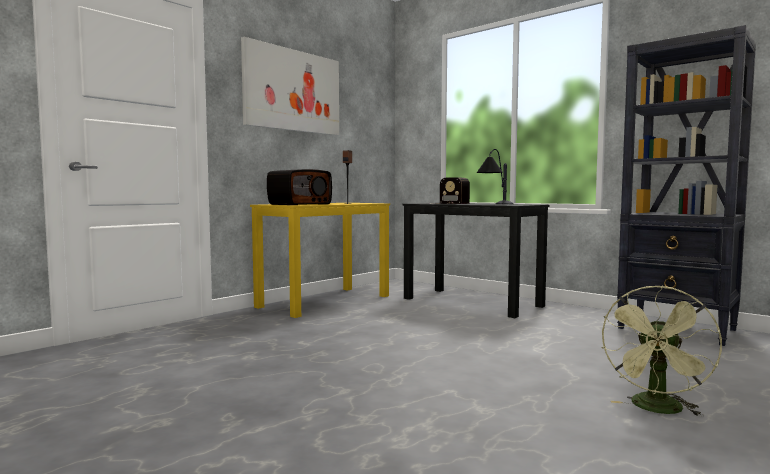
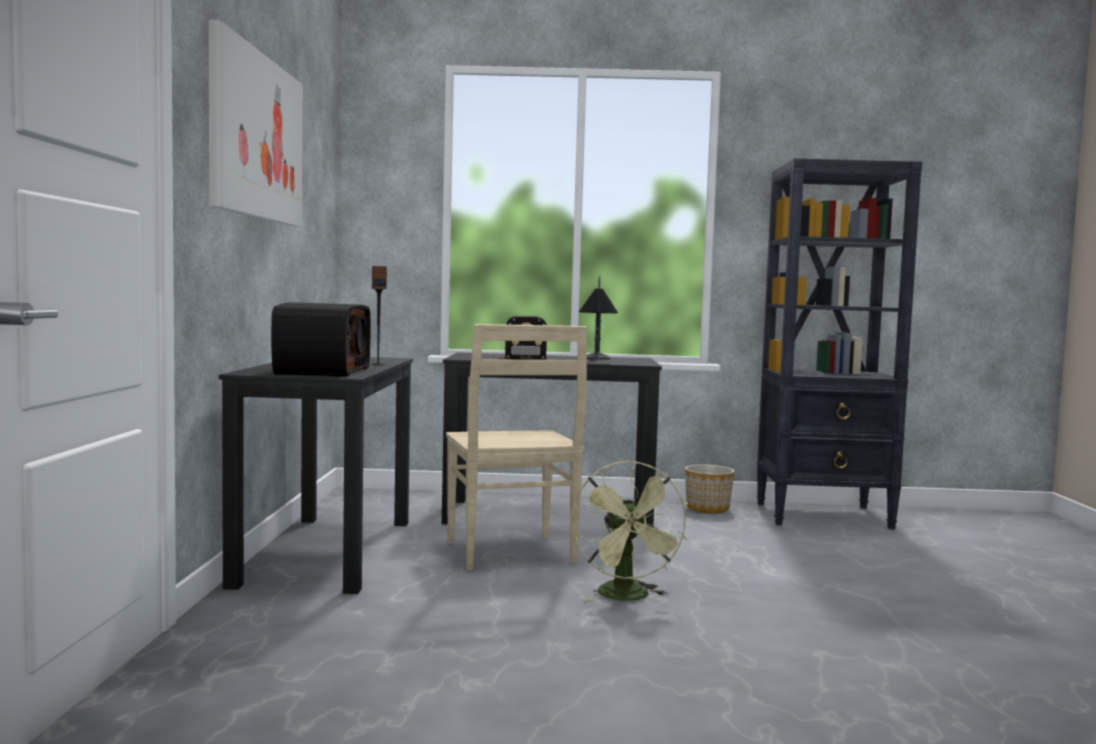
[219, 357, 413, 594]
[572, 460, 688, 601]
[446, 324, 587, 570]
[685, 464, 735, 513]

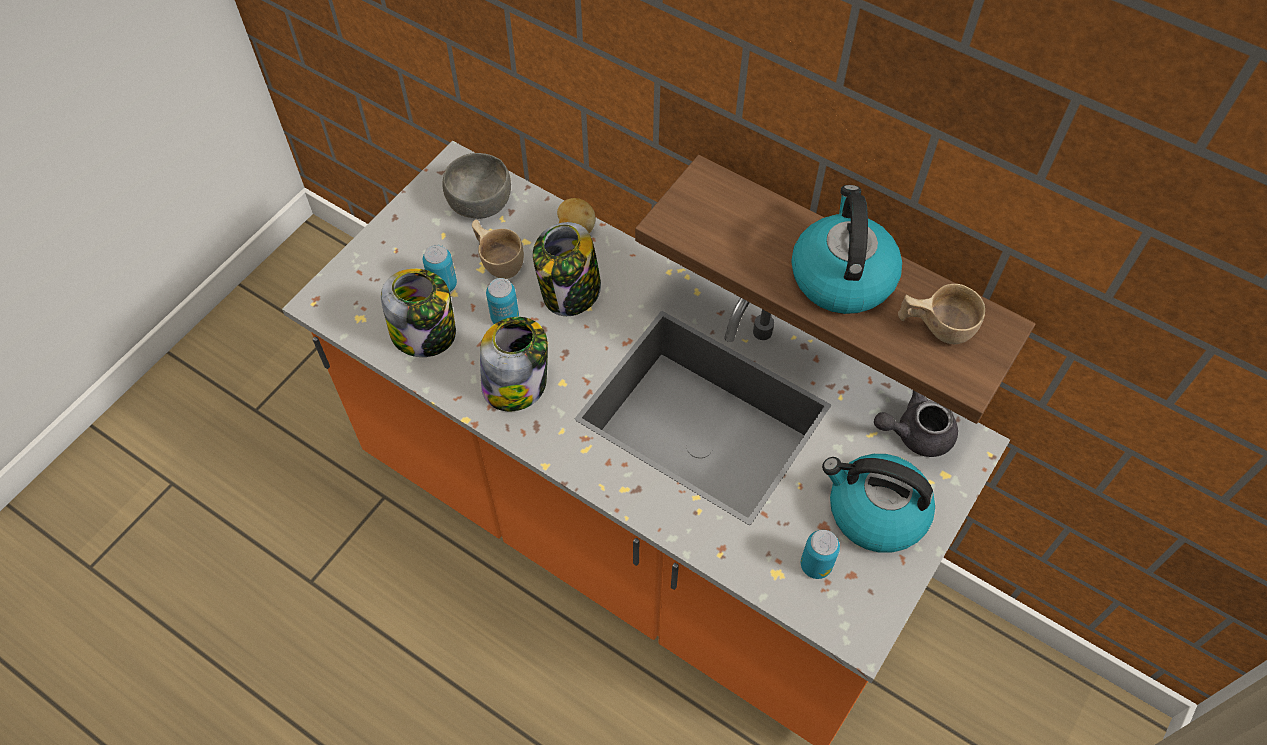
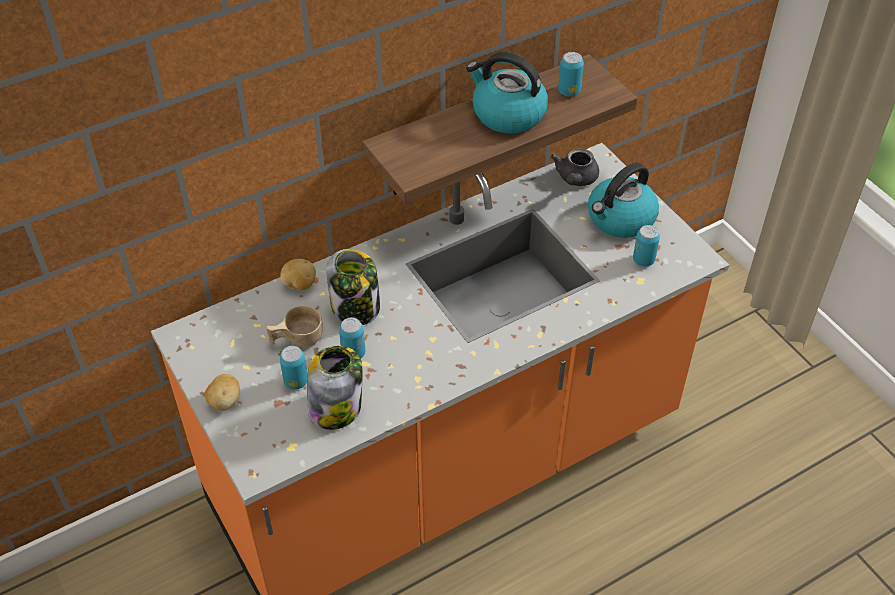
[442, 153, 511, 219] (first image)
[558, 52, 584, 97]
[480, 317, 548, 411] (first image)
[205, 374, 240, 411]

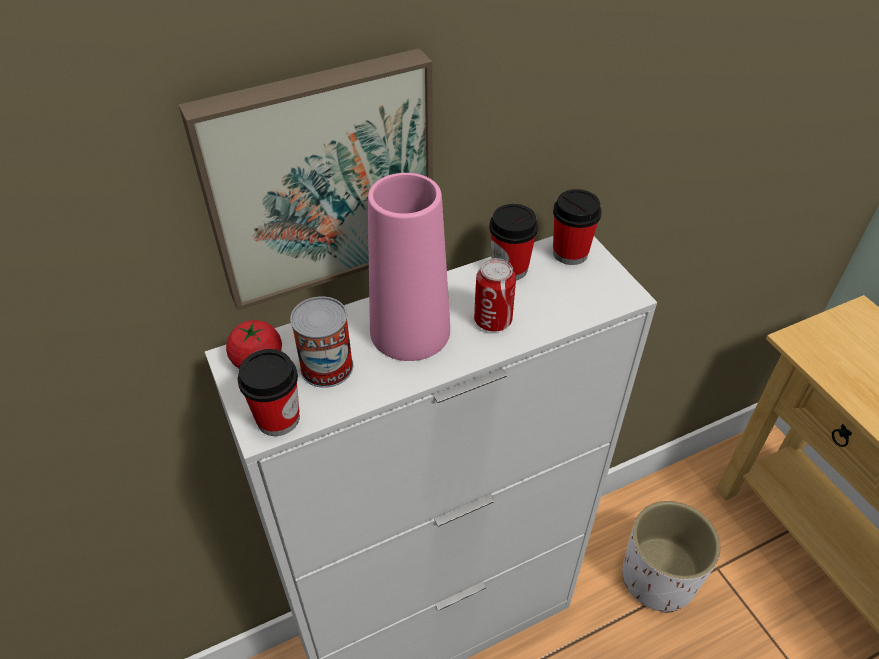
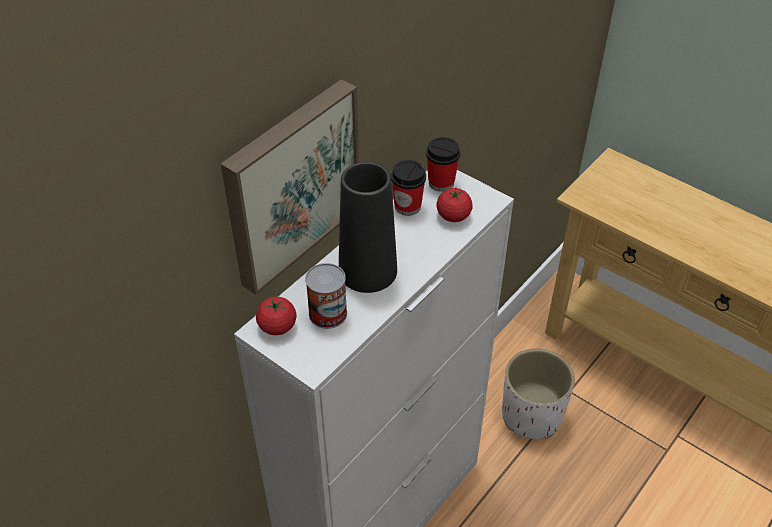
[339, 162, 397, 293]
[474, 258, 516, 332] (first image)
[238, 349, 300, 436] (first image)
[436, 188, 473, 222]

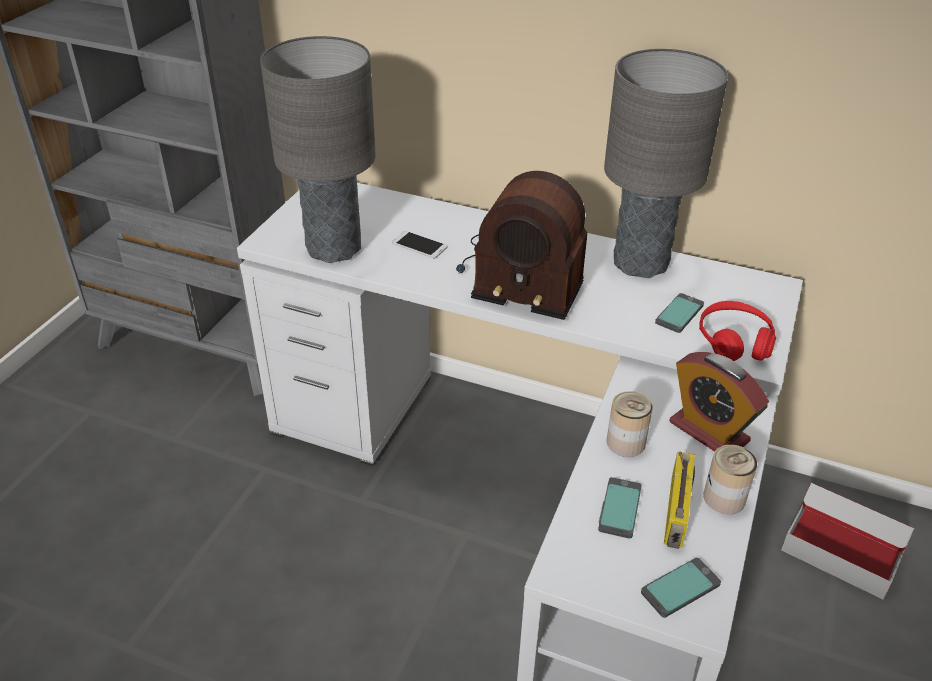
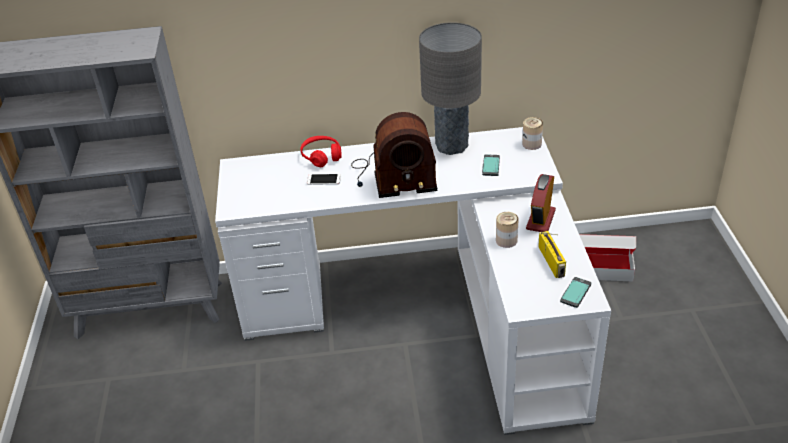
[260, 36, 376, 263] (first image)
[300, 136, 342, 167]
[526, 174, 556, 232]
[522, 117, 543, 150]
[598, 477, 642, 539] (first image)

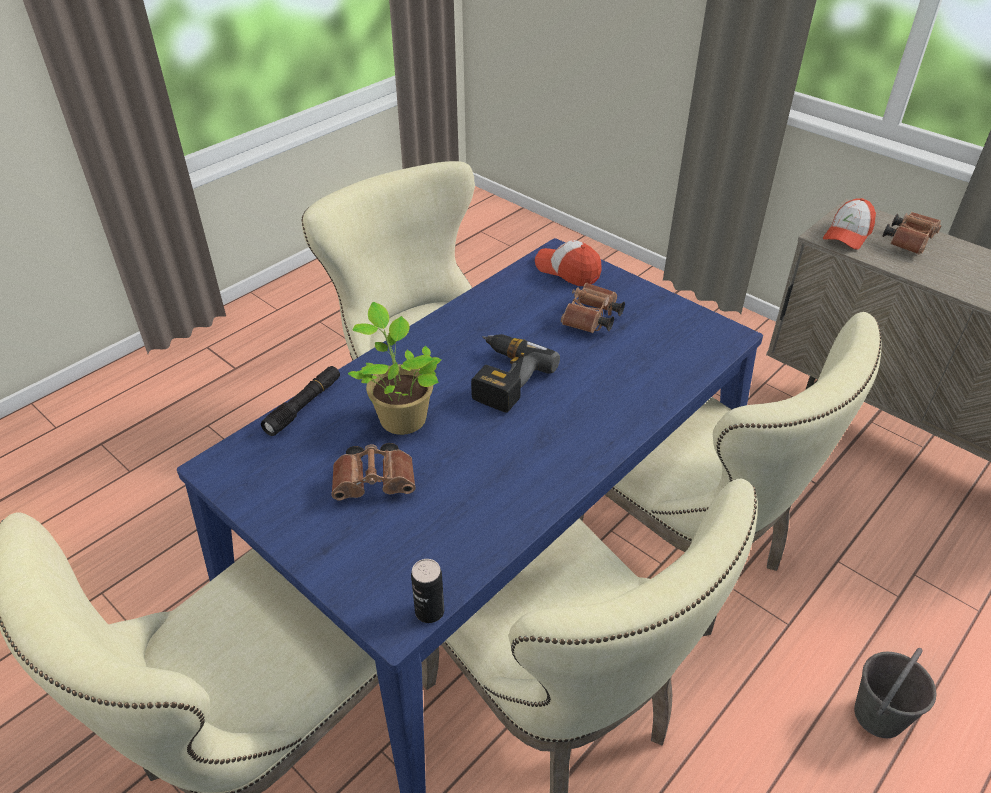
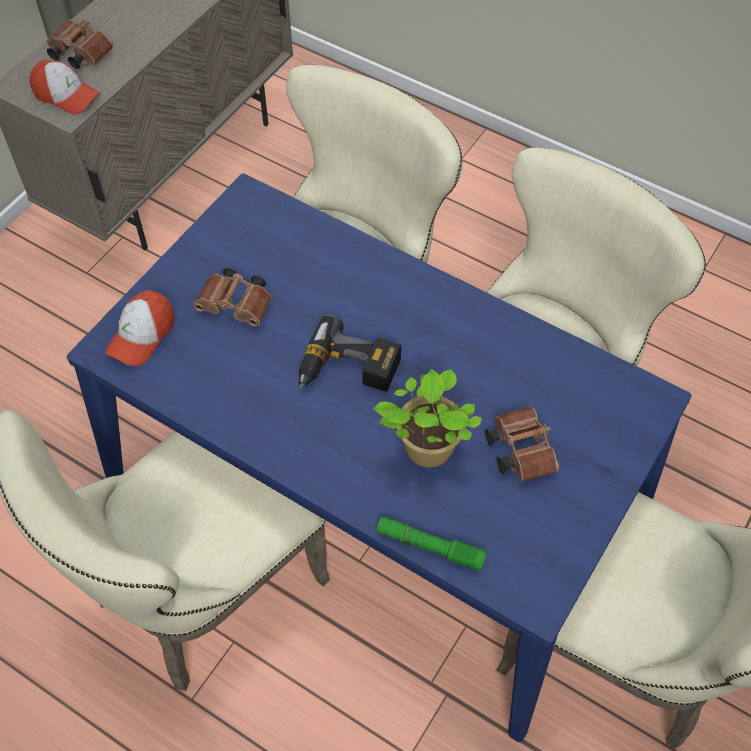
[377, 517, 487, 571]
[411, 559, 444, 623] (first image)
[854, 648, 937, 738] (first image)

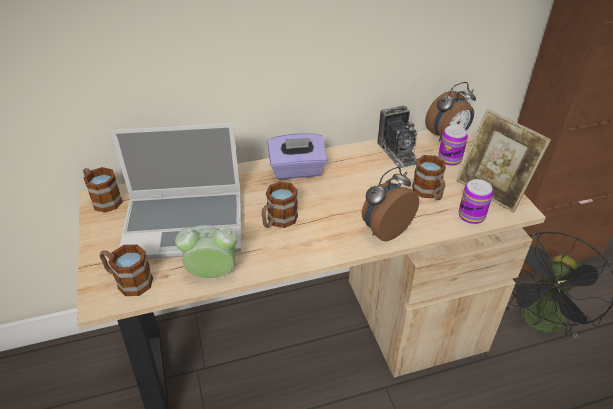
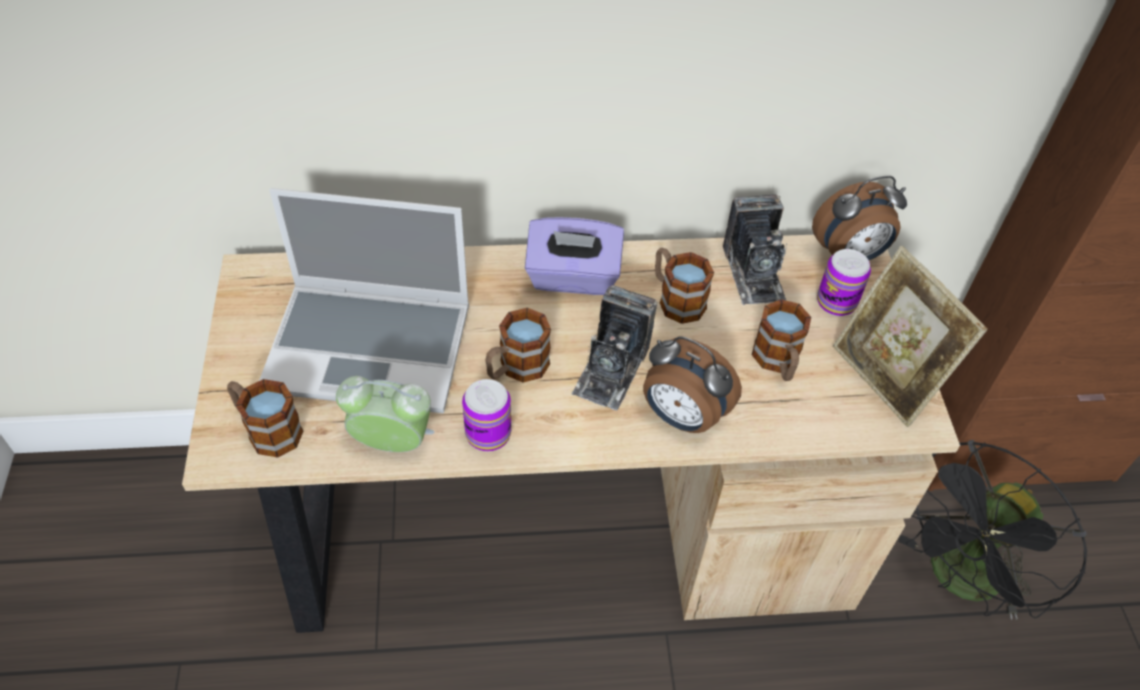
[655, 247, 714, 324]
[643, 336, 742, 433]
[462, 379, 511, 451]
[572, 285, 657, 410]

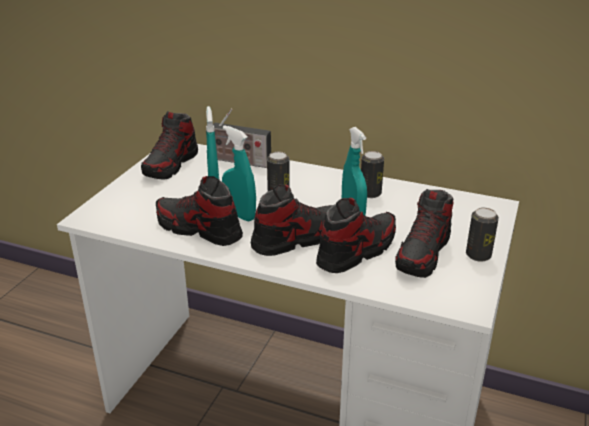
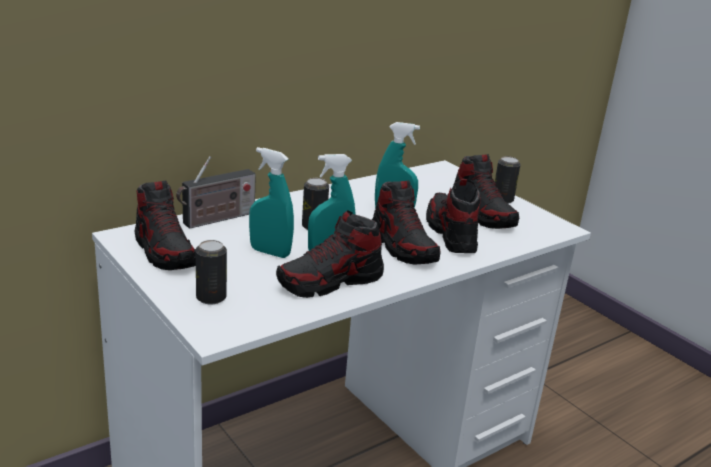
[196, 240, 227, 305]
[372, 180, 441, 264]

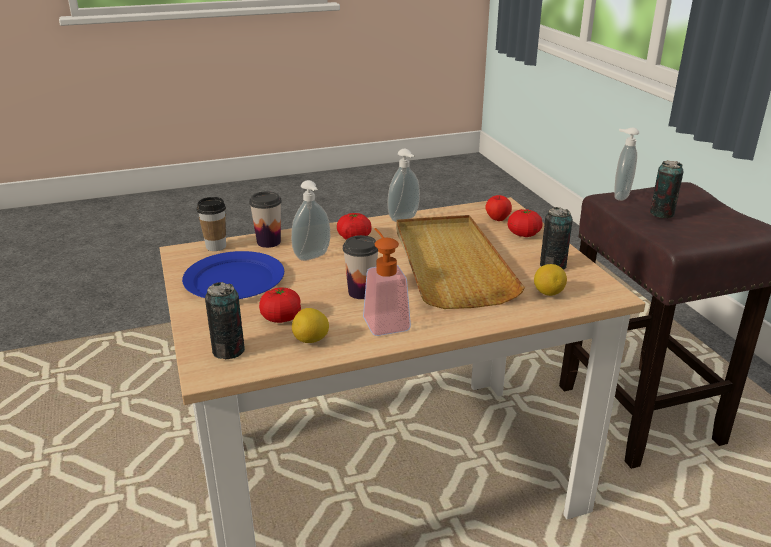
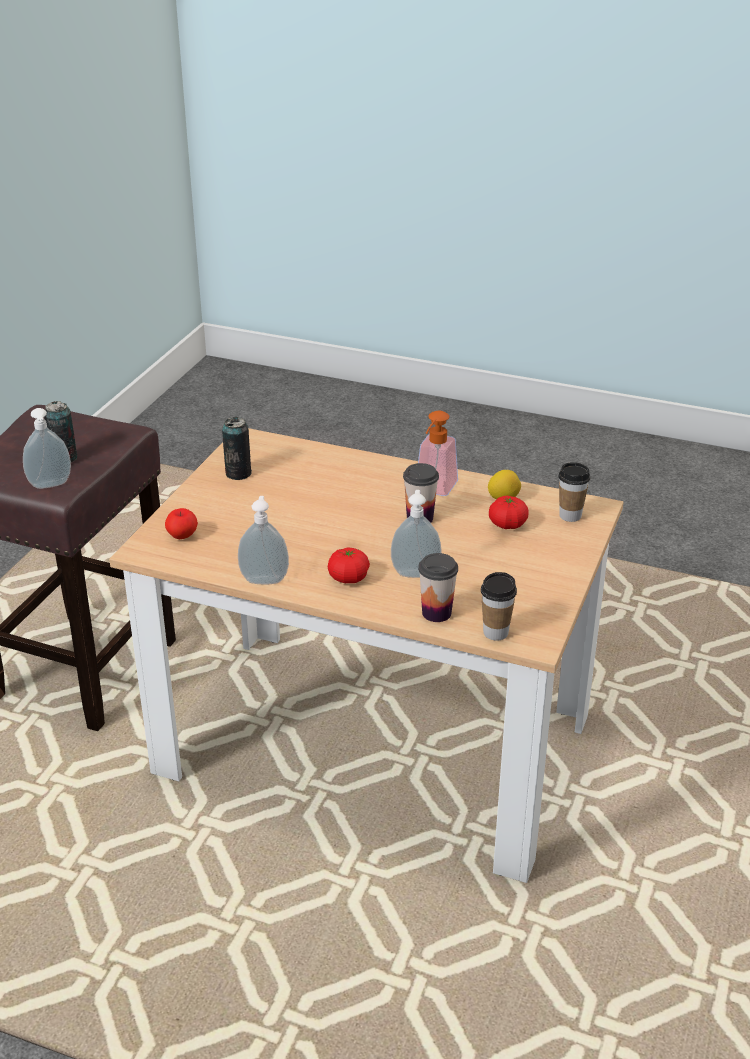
[508, 209, 543, 237] (first image)
[396, 215, 525, 309] (first image)
[182, 251, 284, 299] (first image)
[534, 264, 567, 296] (first image)
[558, 462, 590, 522]

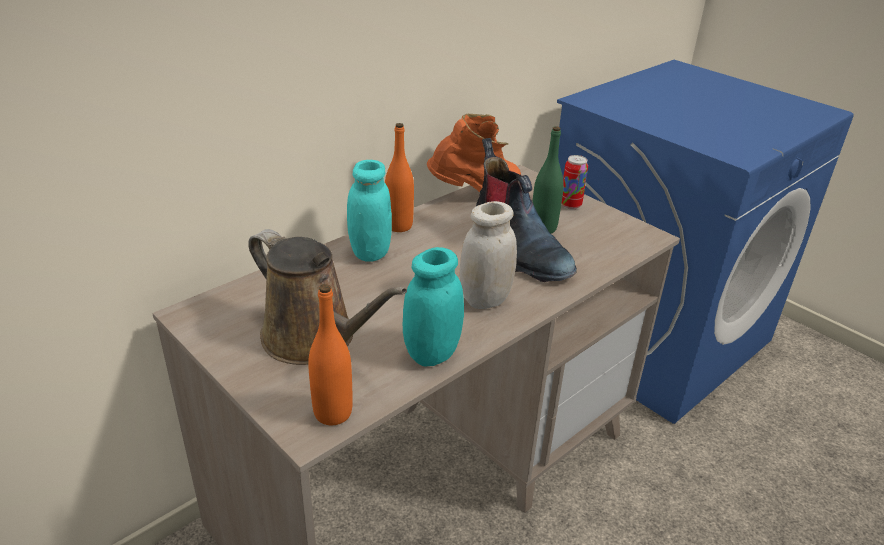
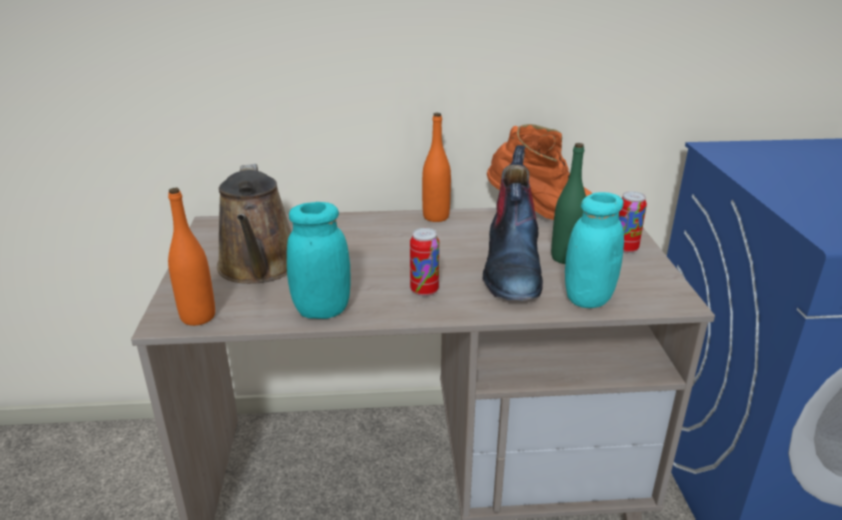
[565, 192, 624, 308]
[410, 228, 439, 297]

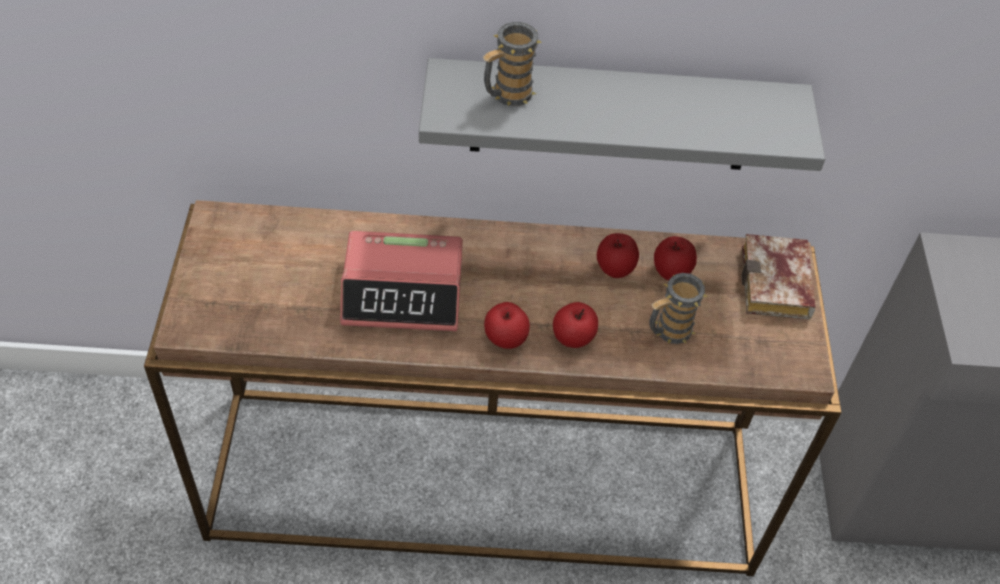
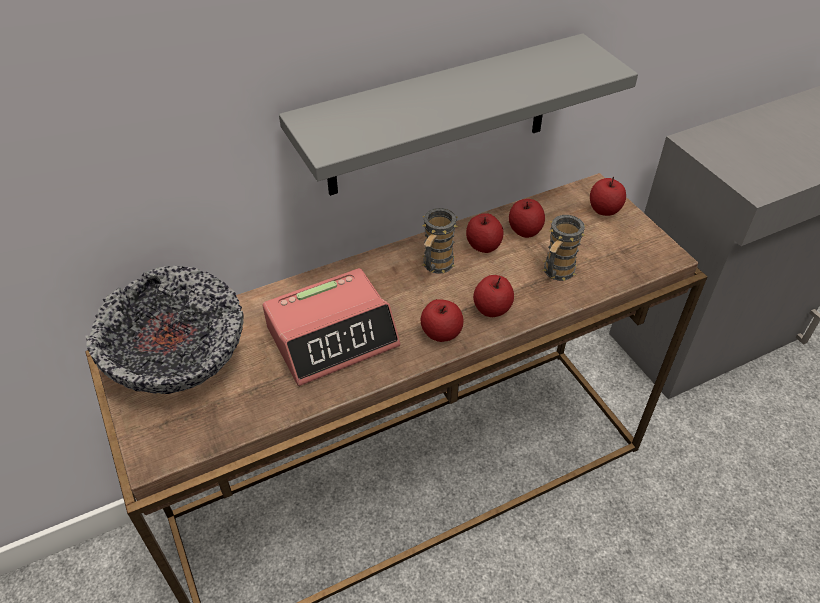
[421, 208, 458, 274]
[590, 177, 626, 216]
[86, 266, 244, 394]

